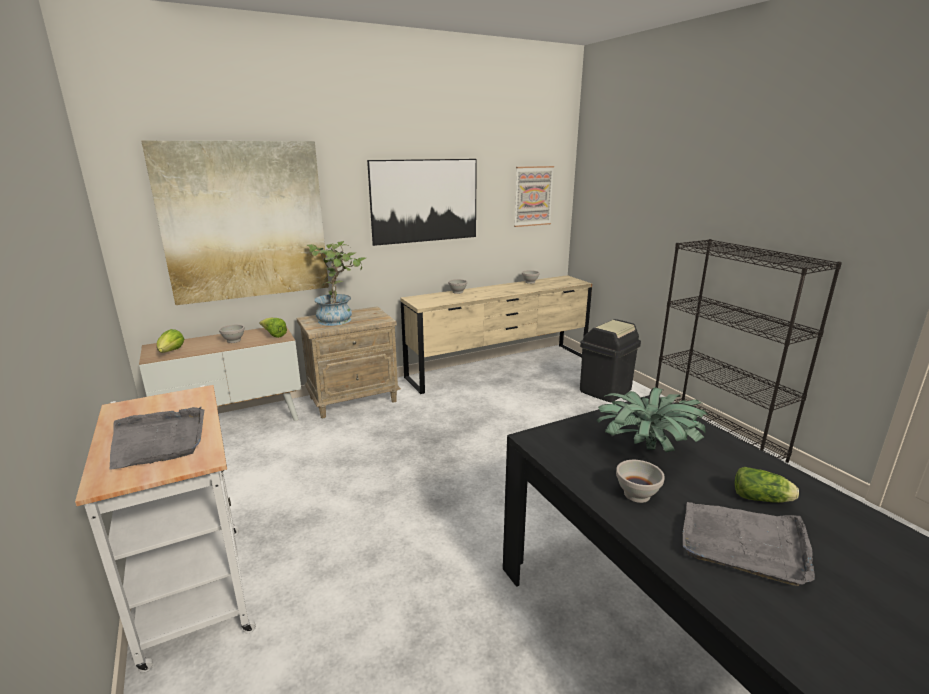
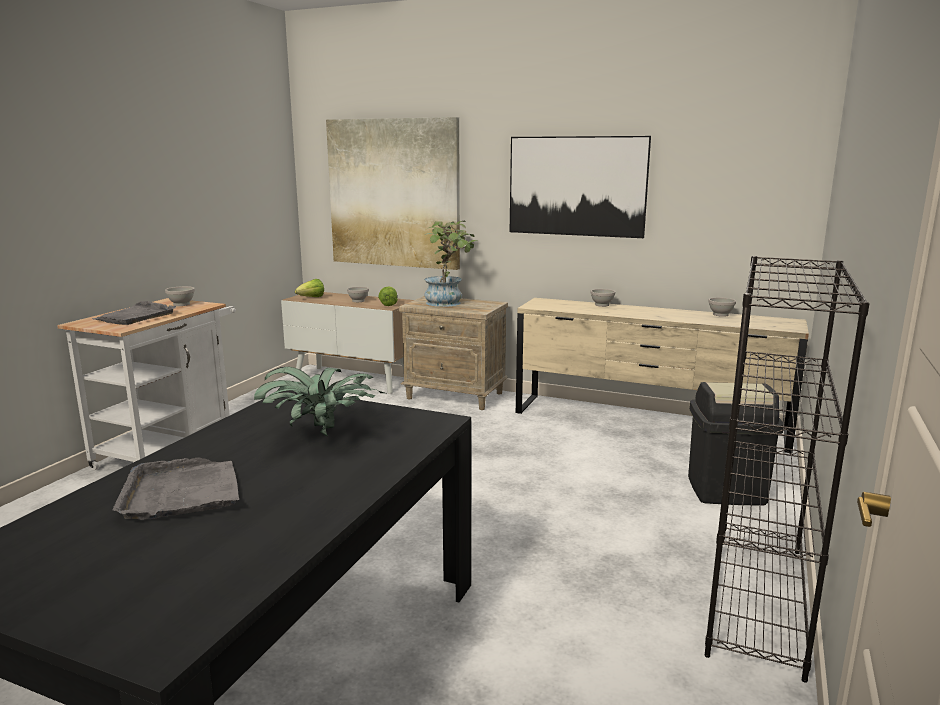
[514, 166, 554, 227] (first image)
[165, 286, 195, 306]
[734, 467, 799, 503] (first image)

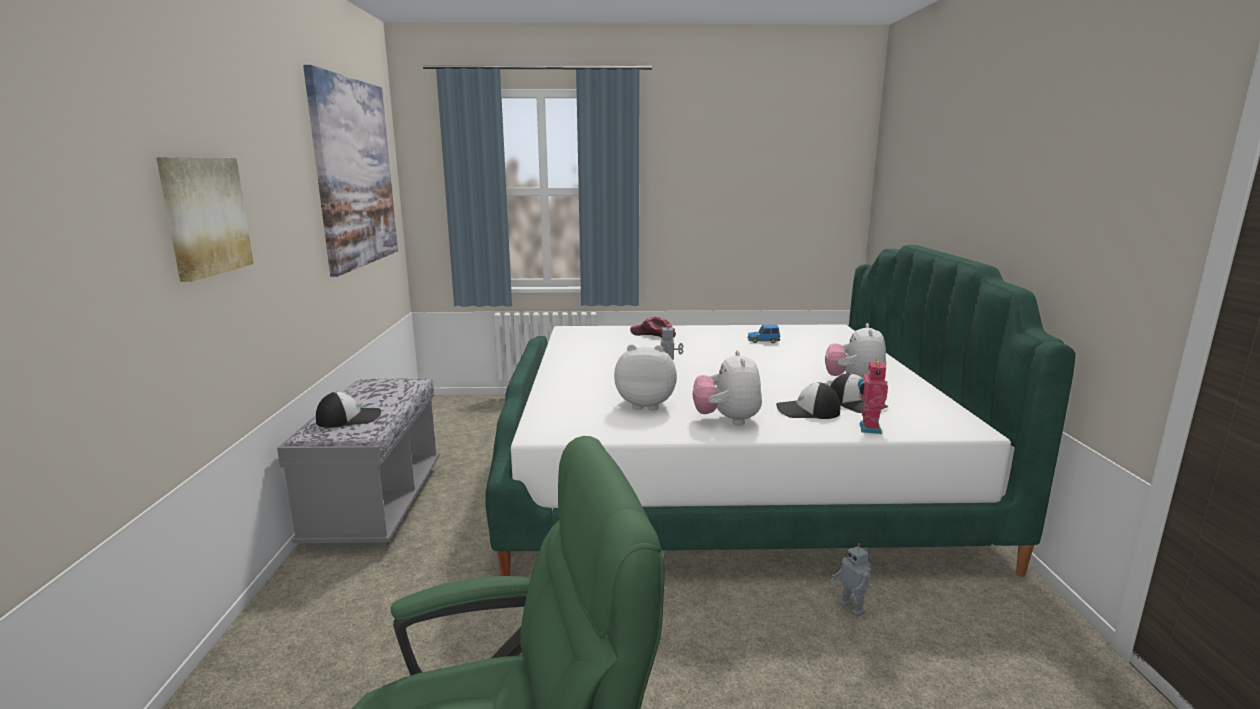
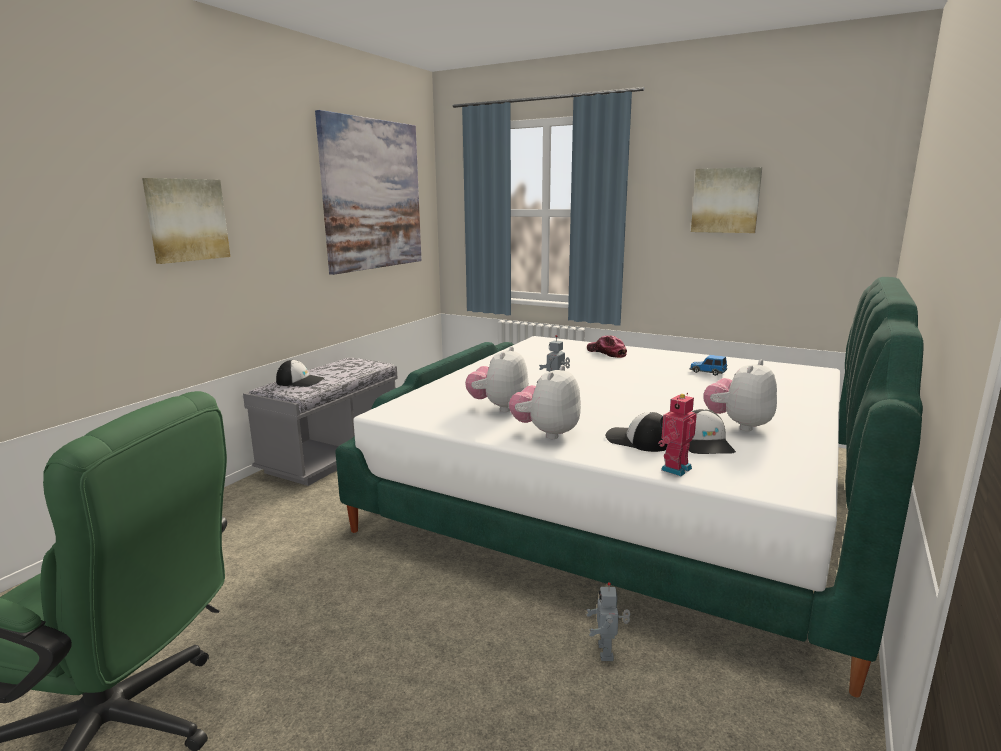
[465, 346, 529, 412]
[691, 167, 762, 233]

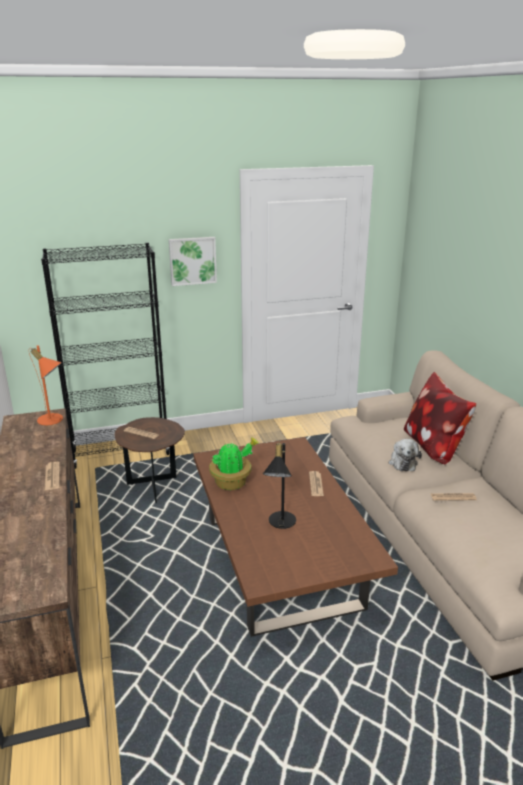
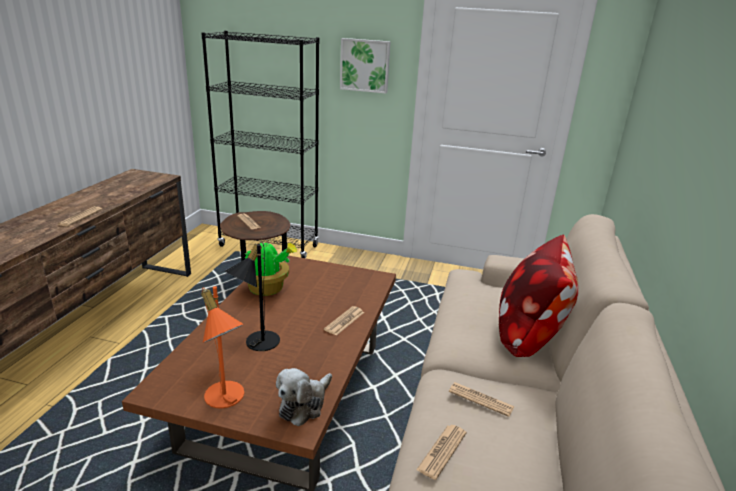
[201, 286, 244, 409]
[276, 368, 332, 426]
[416, 425, 466, 480]

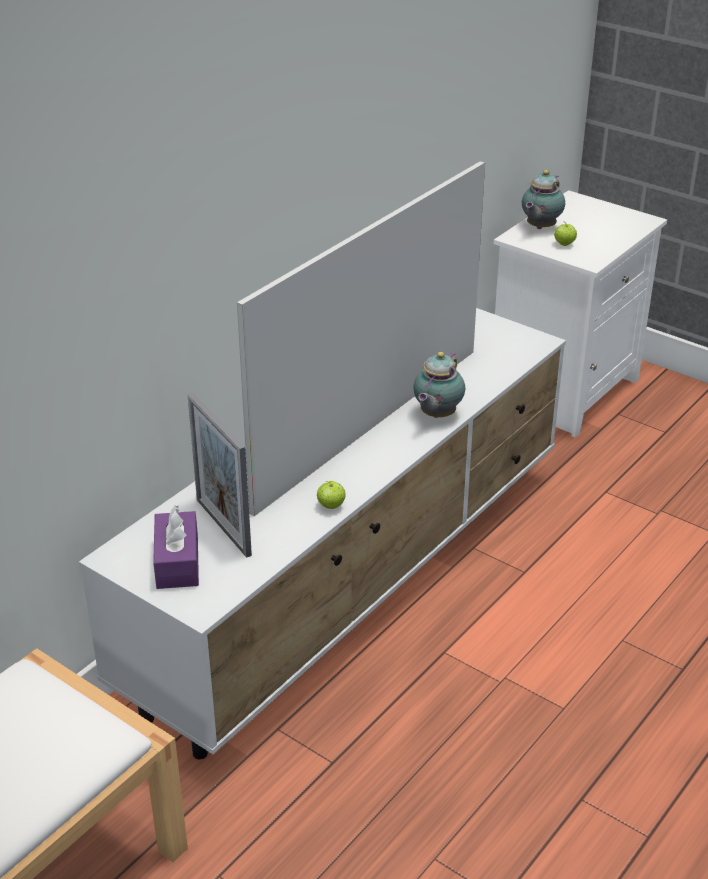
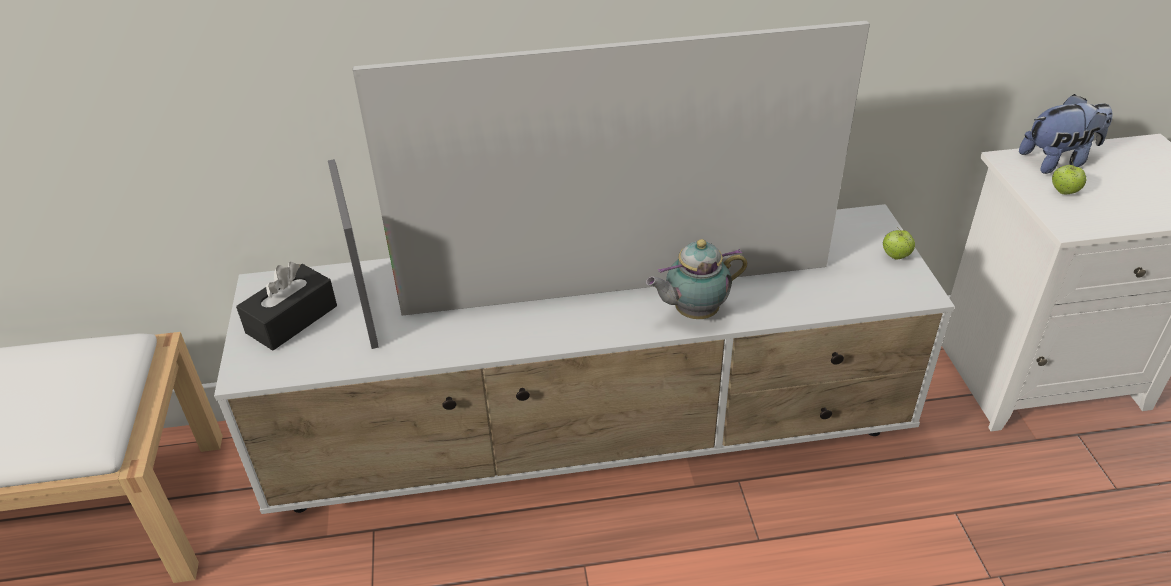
[1019, 94, 1113, 174]
[328, 159, 378, 349]
[883, 227, 915, 260]
[236, 262, 337, 351]

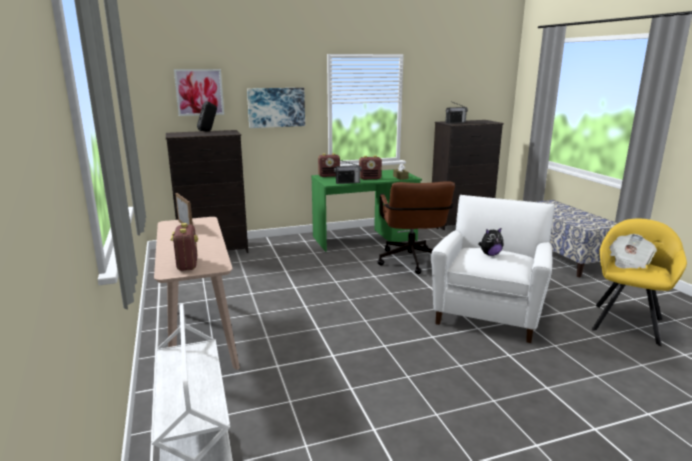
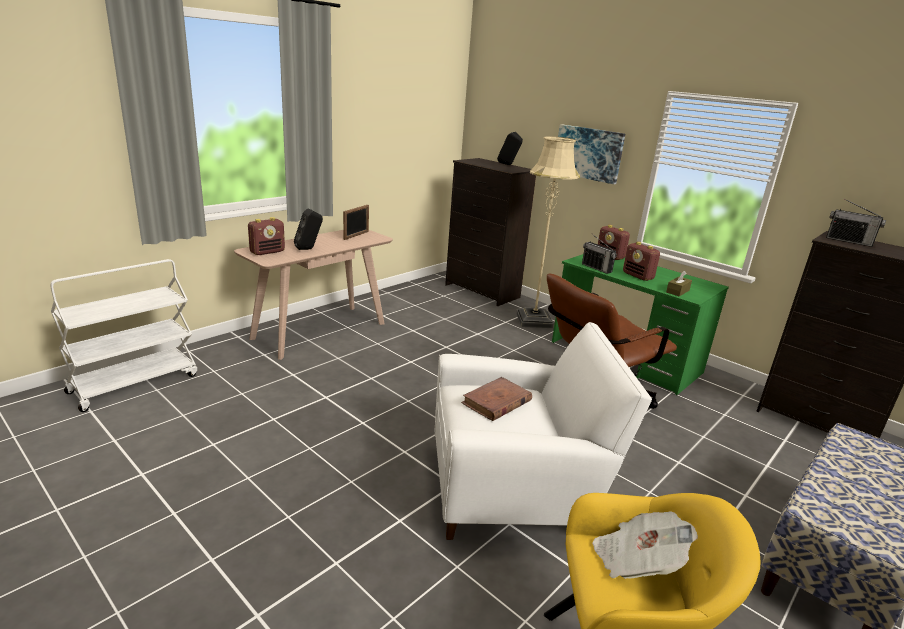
[174, 69, 224, 116] (first image)
[461, 377, 532, 421]
[516, 136, 580, 328]
[294, 209, 323, 250]

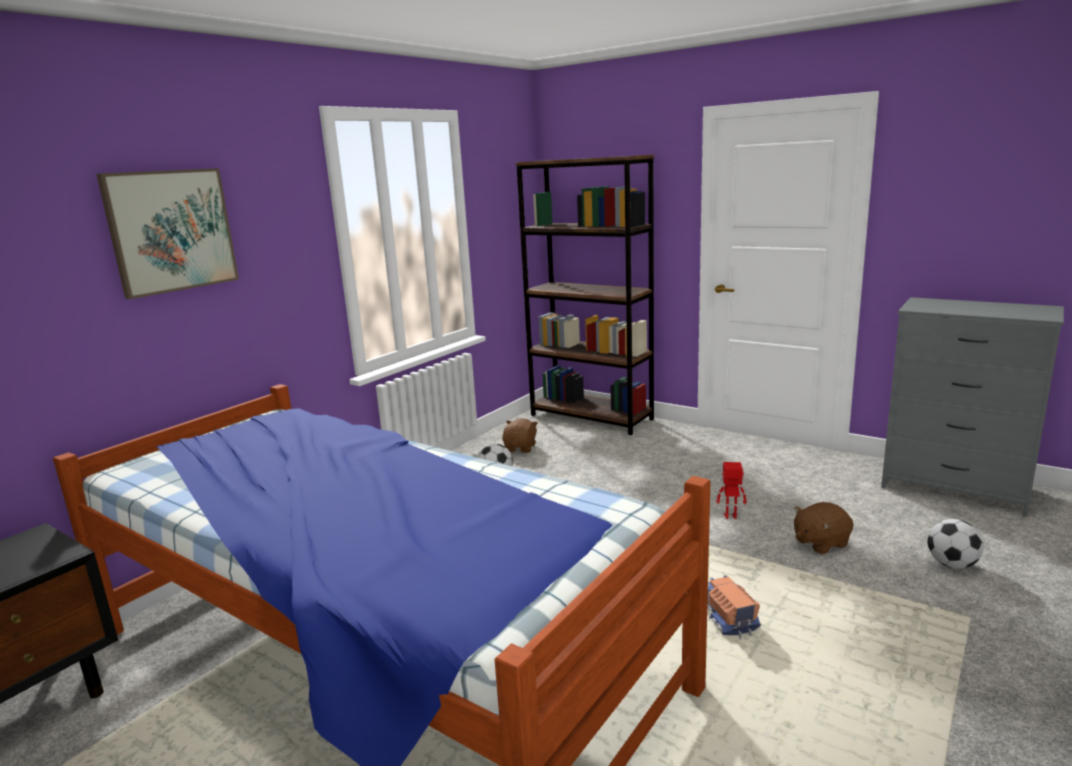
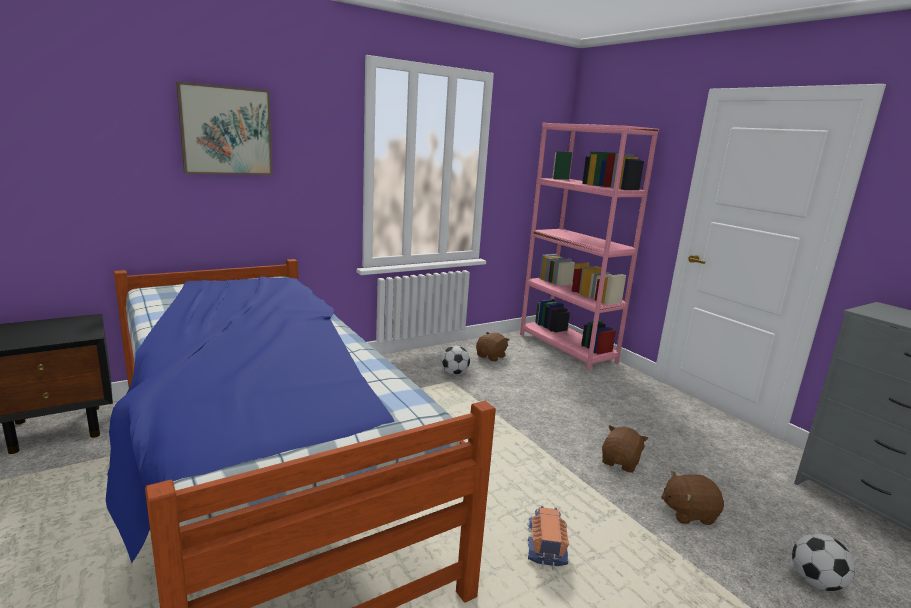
[520, 123, 659, 371]
[602, 425, 648, 473]

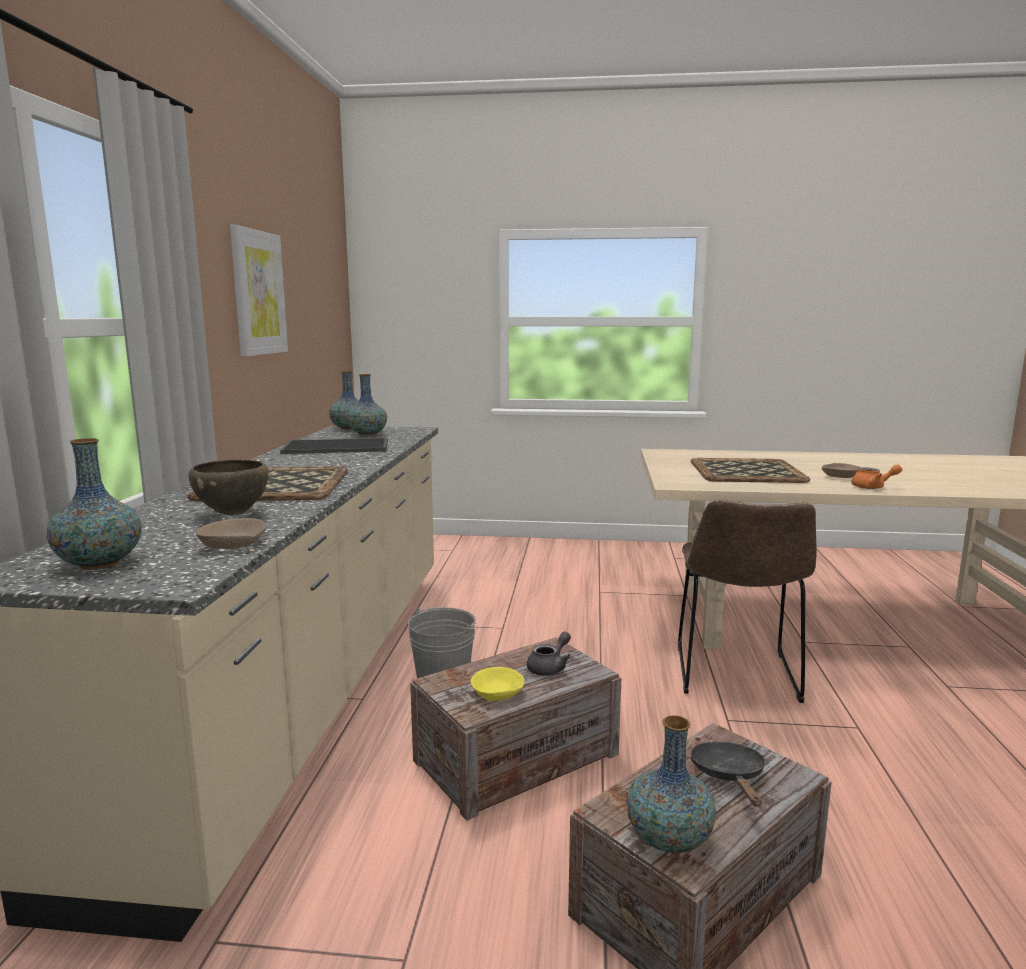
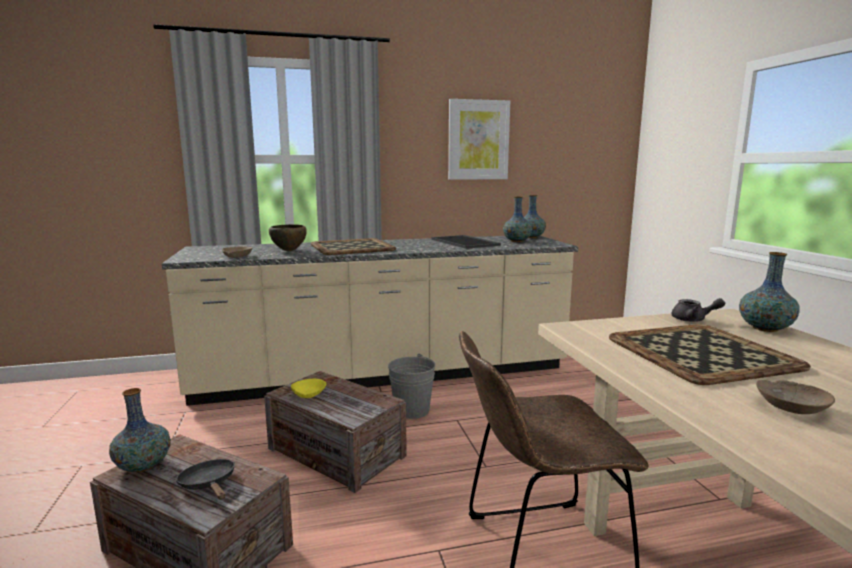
[739, 252, 800, 332]
[851, 464, 902, 489] (first image)
[672, 298, 725, 322]
[176, 459, 235, 500]

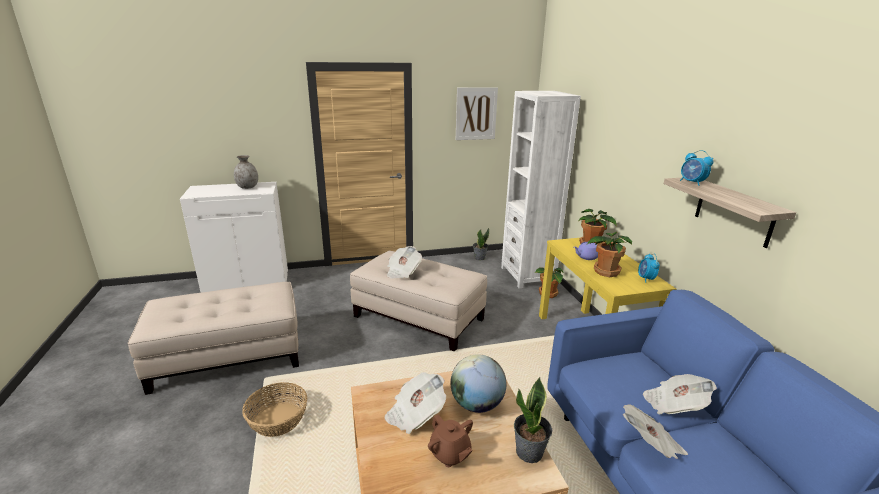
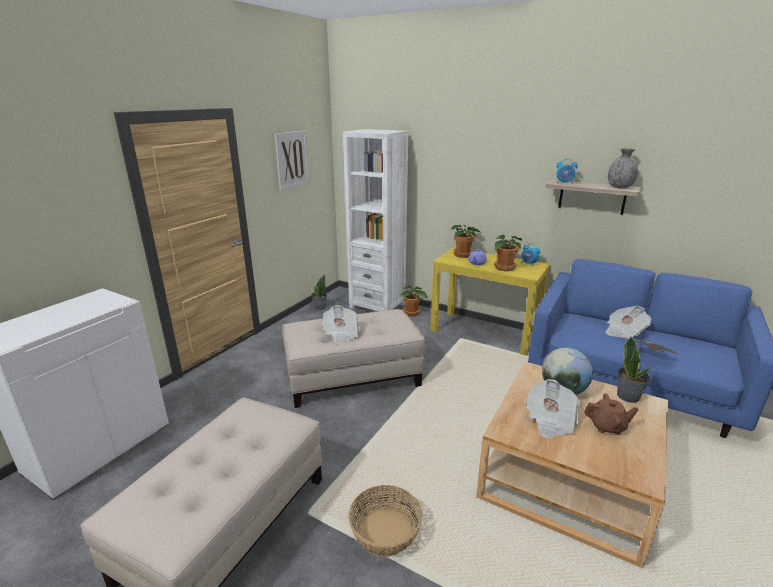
[608, 148, 638, 188]

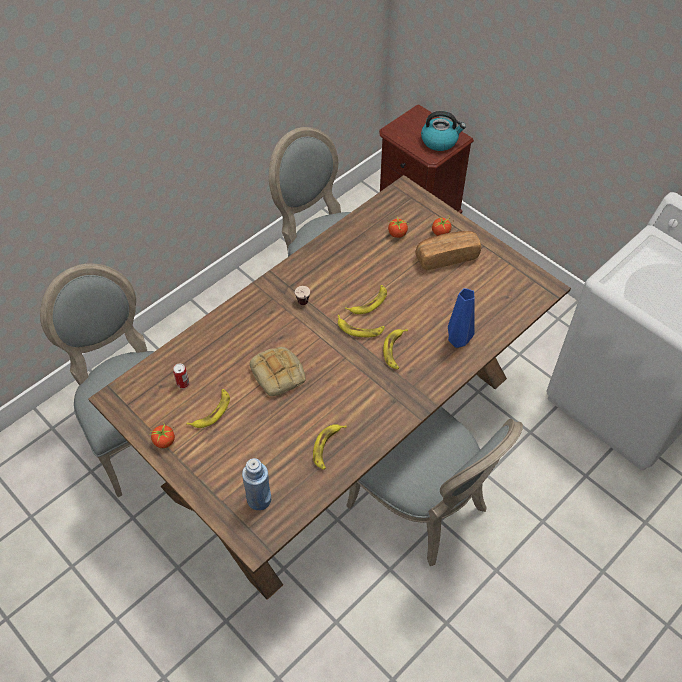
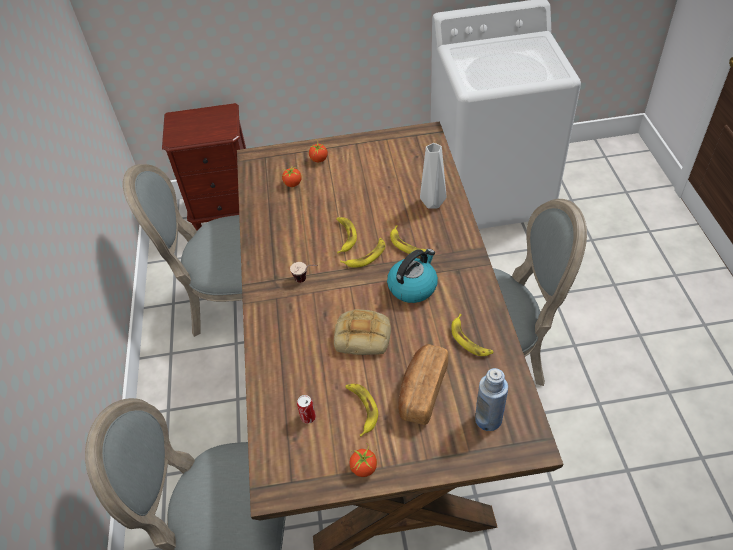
[387, 249, 438, 303]
[398, 344, 449, 425]
[420, 143, 446, 209]

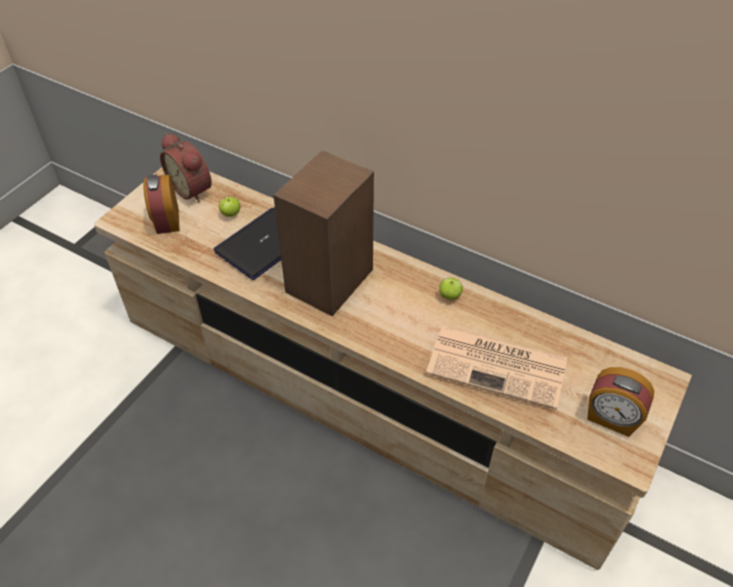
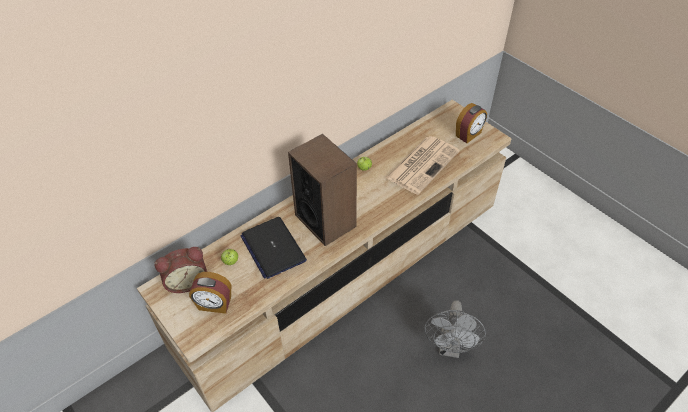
[425, 300, 486, 358]

